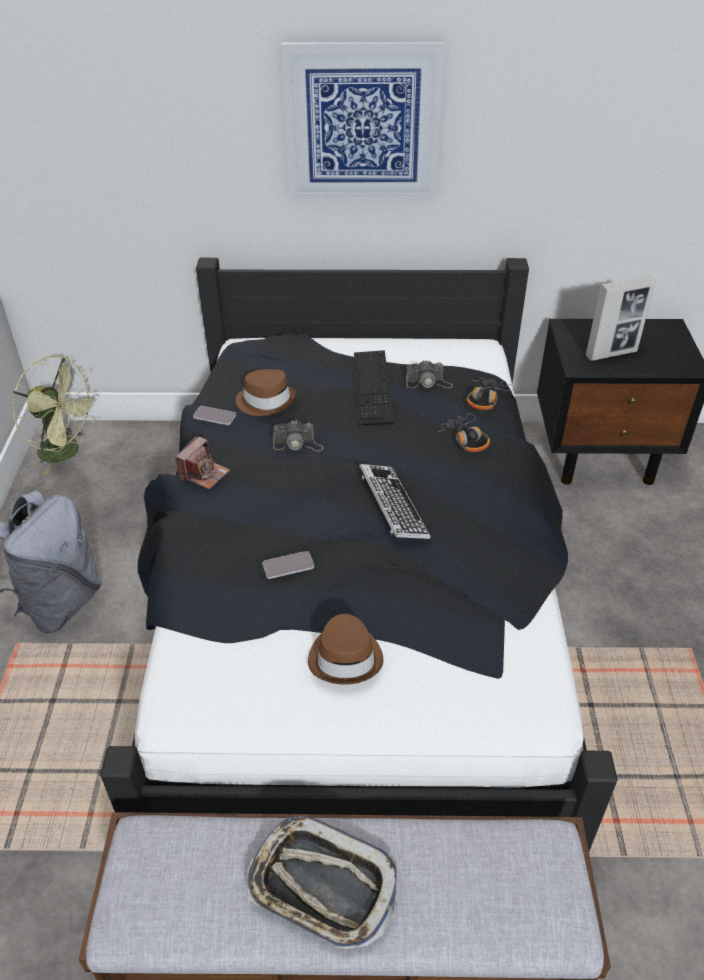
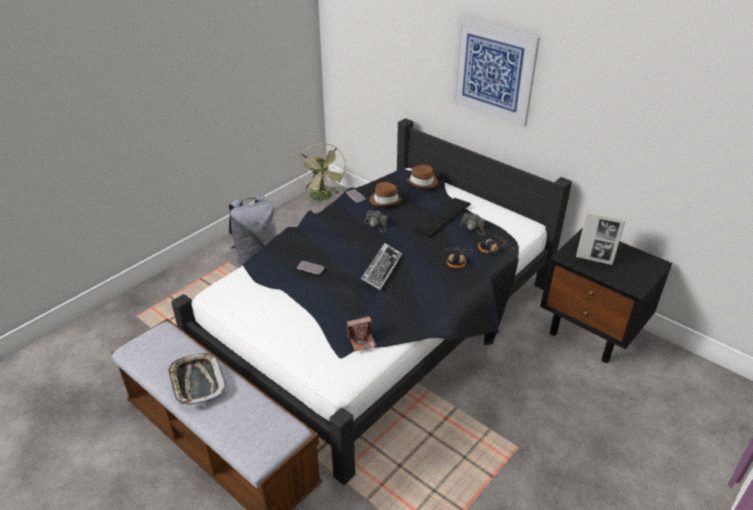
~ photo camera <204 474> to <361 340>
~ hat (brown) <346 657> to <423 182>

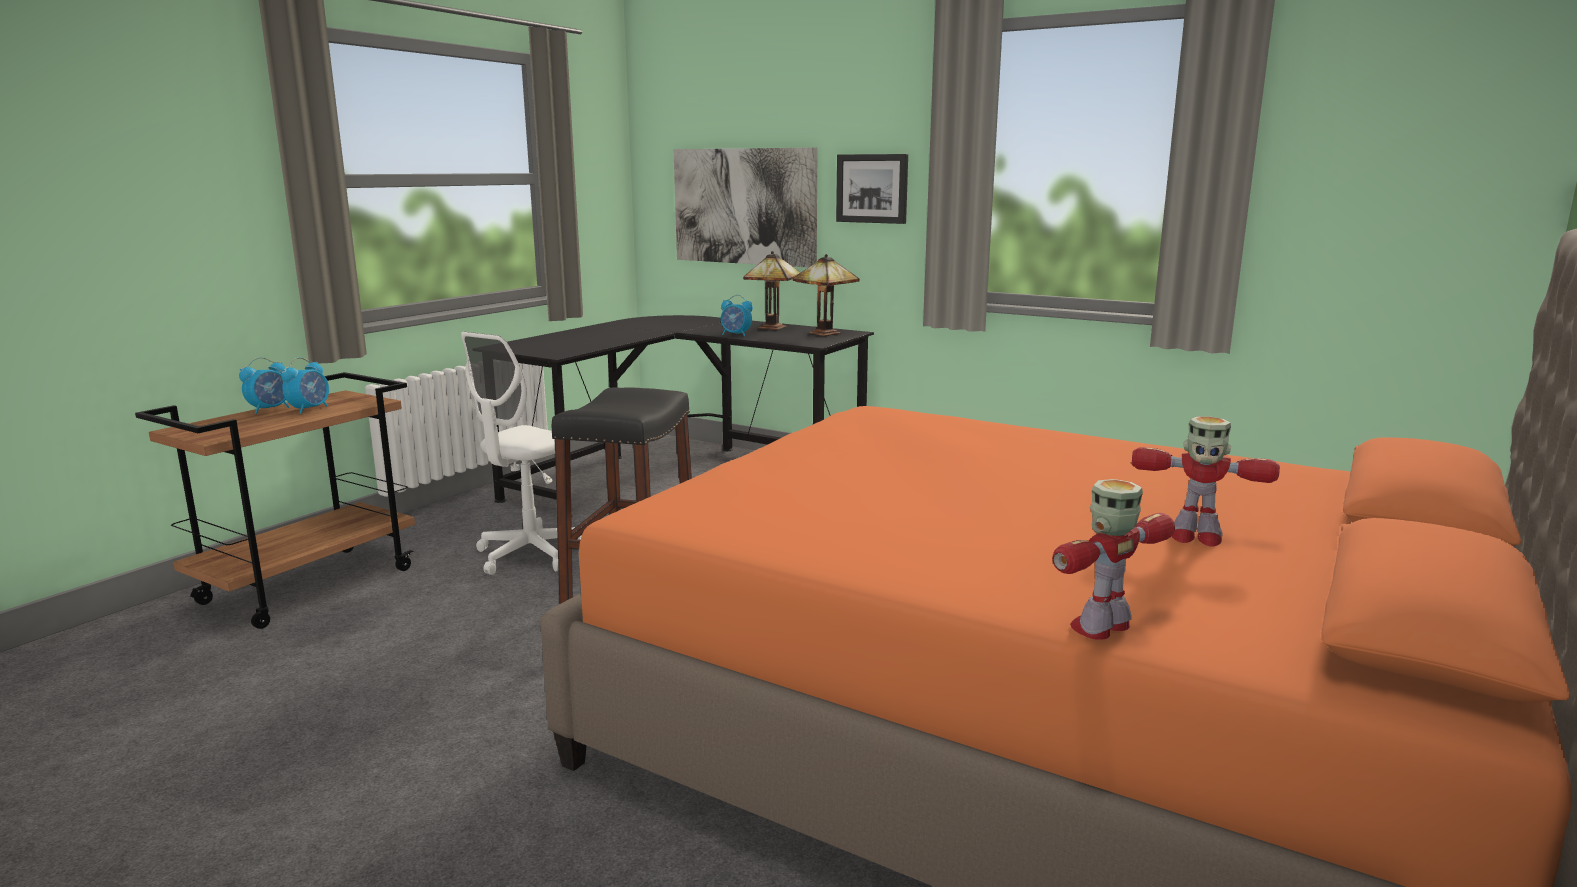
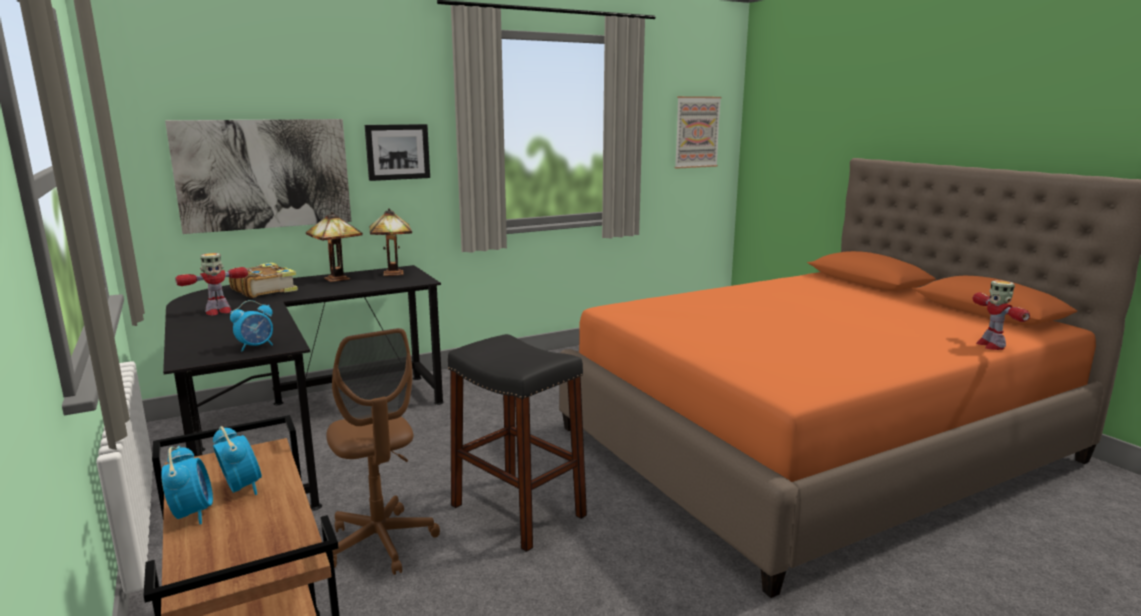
~ toy robot <1194 537> to <218 312>
+ book <264 290>
~ alarm clock <736 335> to <256 346>
~ office chair (white) <530 555> to office chair (brown) <381 543>
+ picture <696 132>

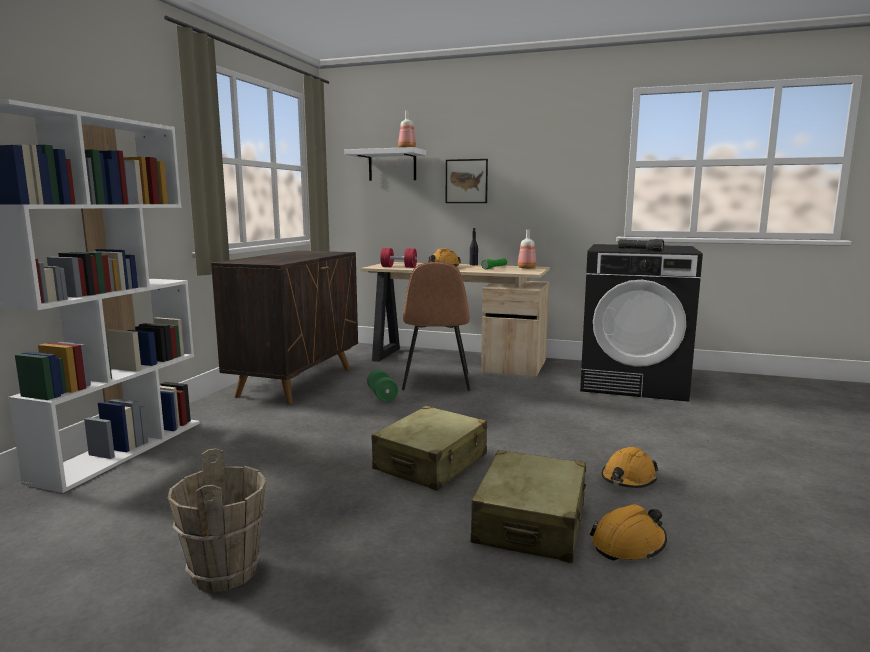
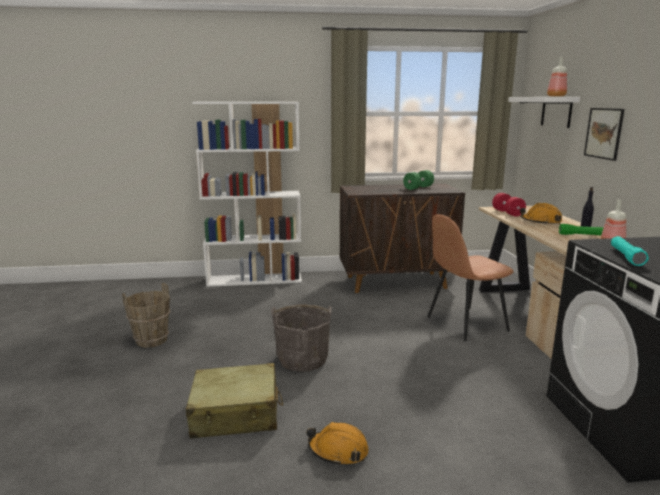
~ suitcase (beige) <431 463> to bucket (grey) <302 359>
~ dumbbell (green) <382 396> to <418 188>
~ flashlight (black) <640 250> to flashlight (turquoise) <626 257>
- hard hat (orange) <628 544>

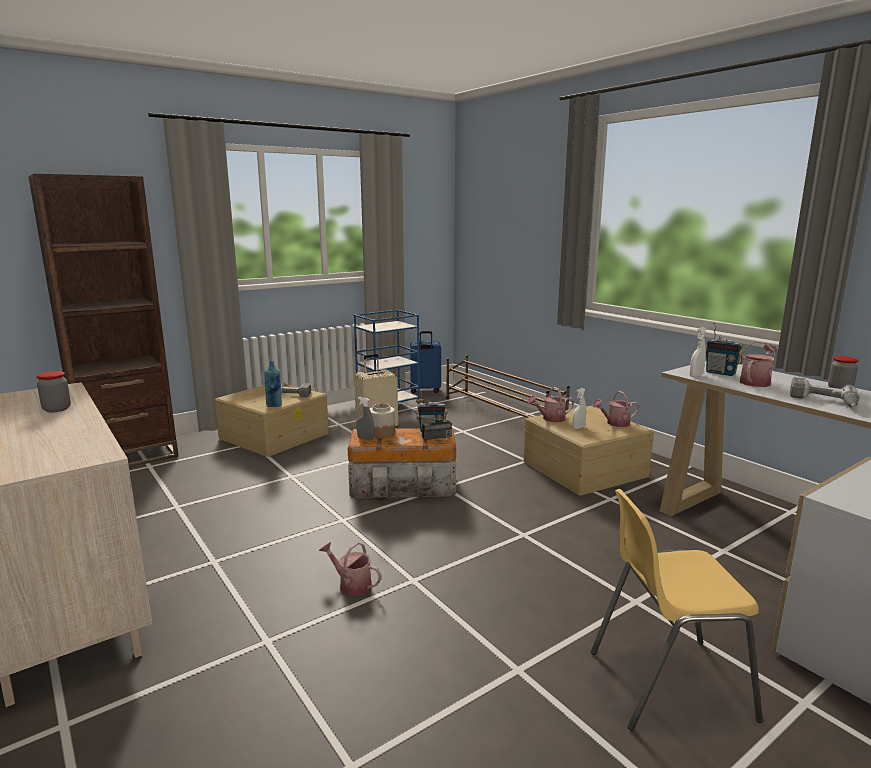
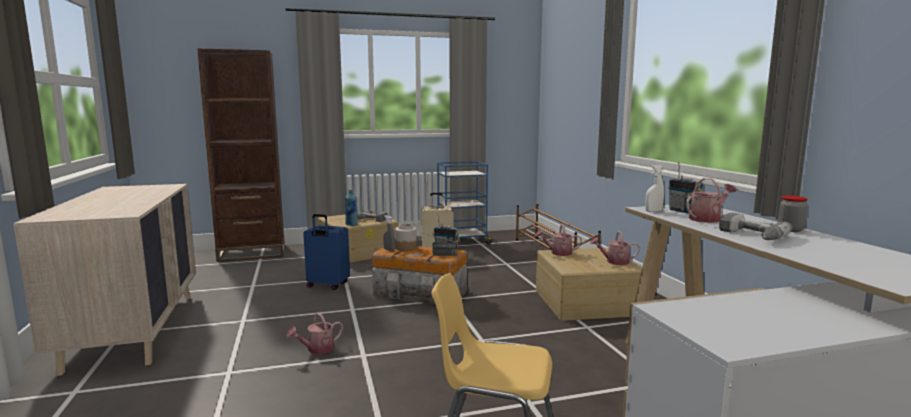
~ watering can <351 584> = <317 349> 90 degrees counterclockwise
~ suitcase (blue) <425 390> to <327 286>
- jar <57 409>
- spray bottle (white) <578 428>

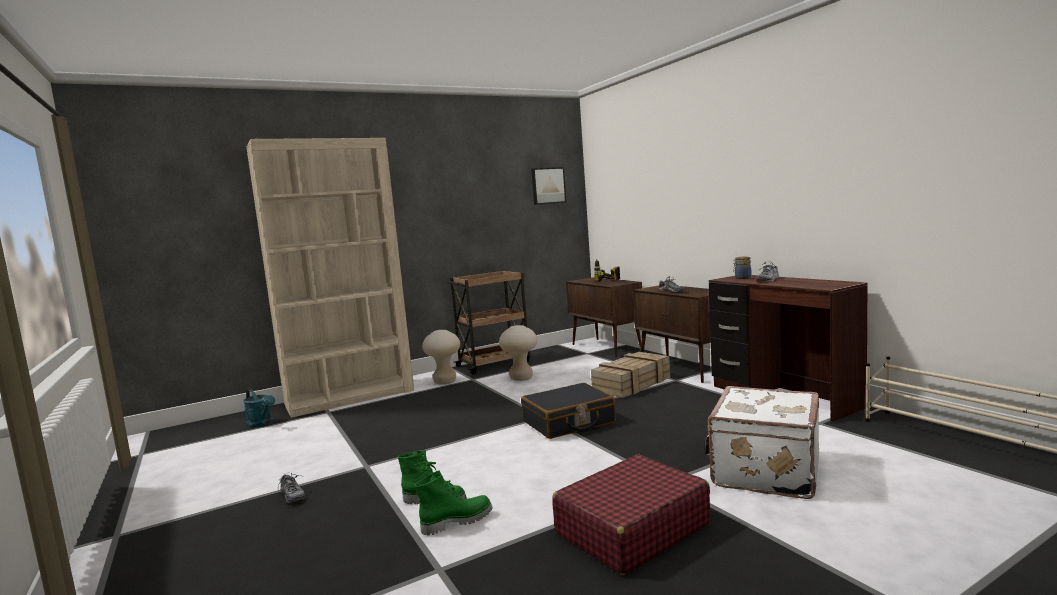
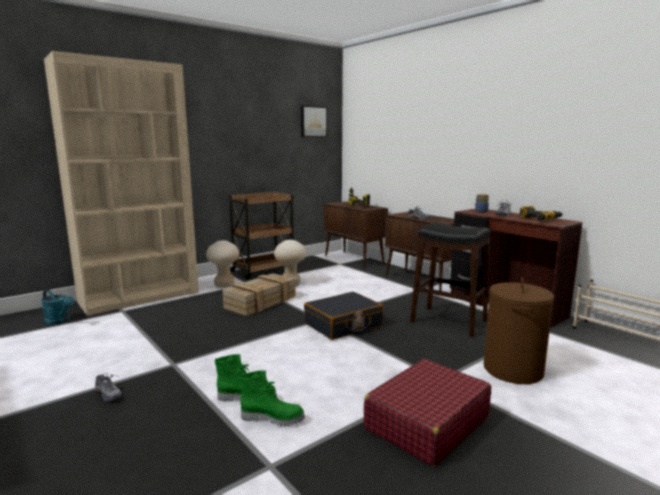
~ crate <632 383> to <261 302>
~ boot (green) <457 521> = <273 418> 45 degrees clockwise
+ stool (black) <448 321>
~ suitcase (white) <763 471> to laundry basket (brown) <513 370>
+ power drill <539 219>

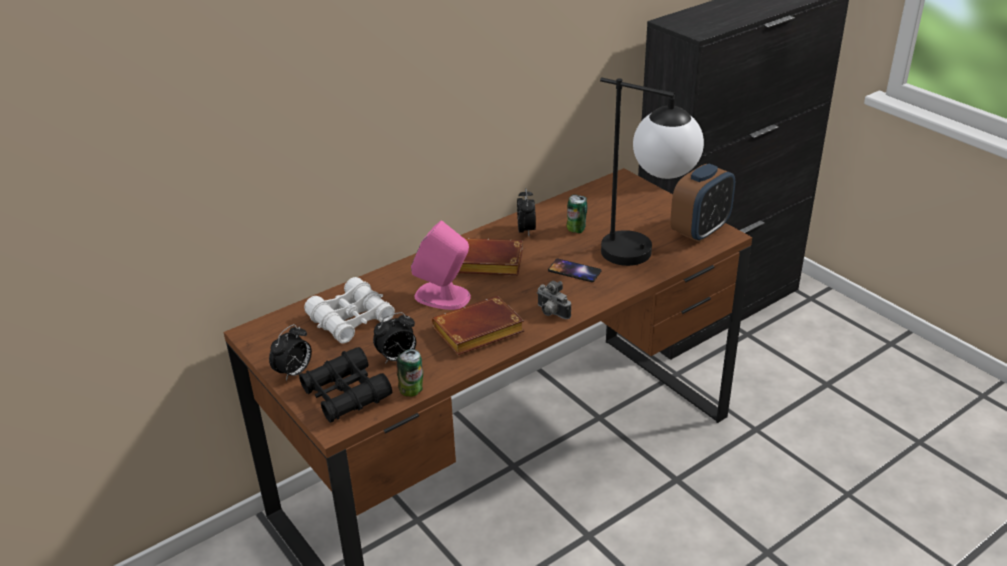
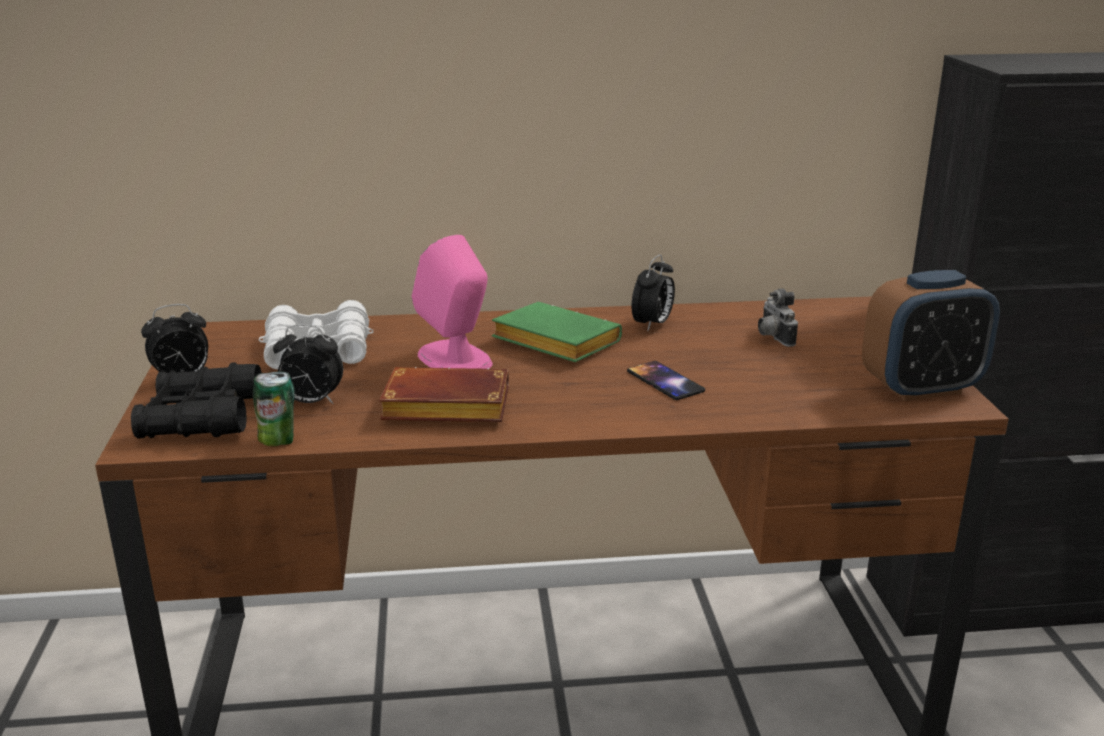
~ book (brown) <484 264> to book (green) <551 342>
~ photo camera <551 313> to <772 337>
- can <576 229>
- table lamp <645 257>

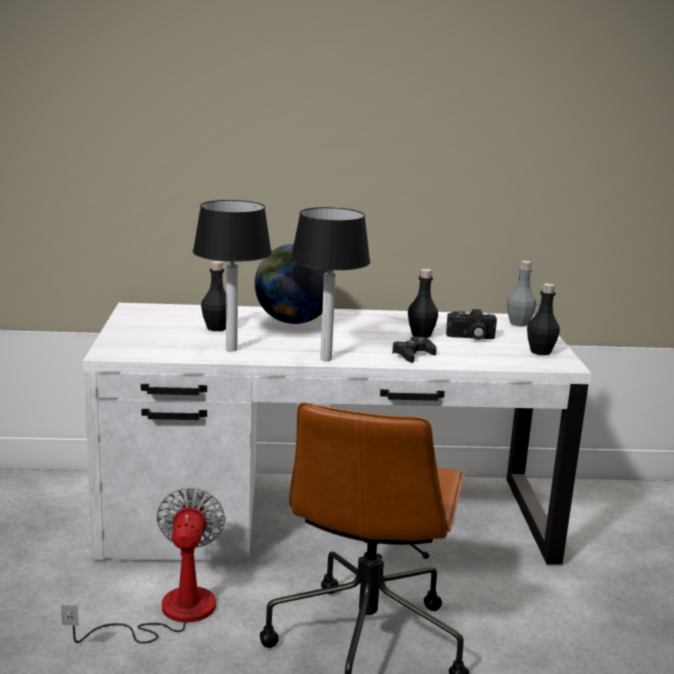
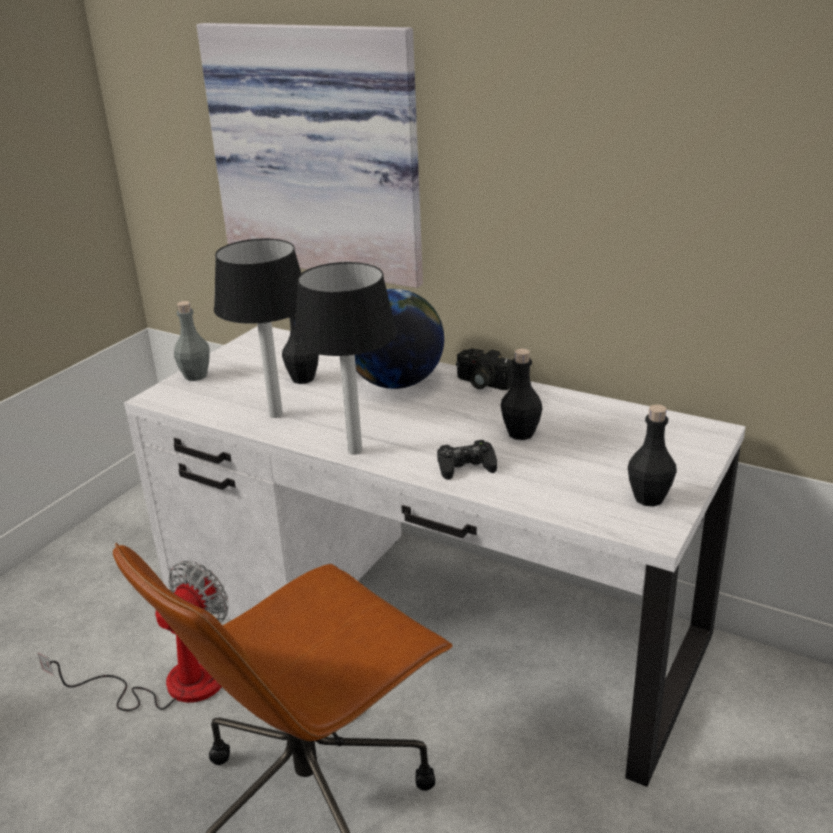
~ bottle (grey) <519 323> to <196 376>
+ picture <319 152>
~ photo camera <470 337> to <481 383>

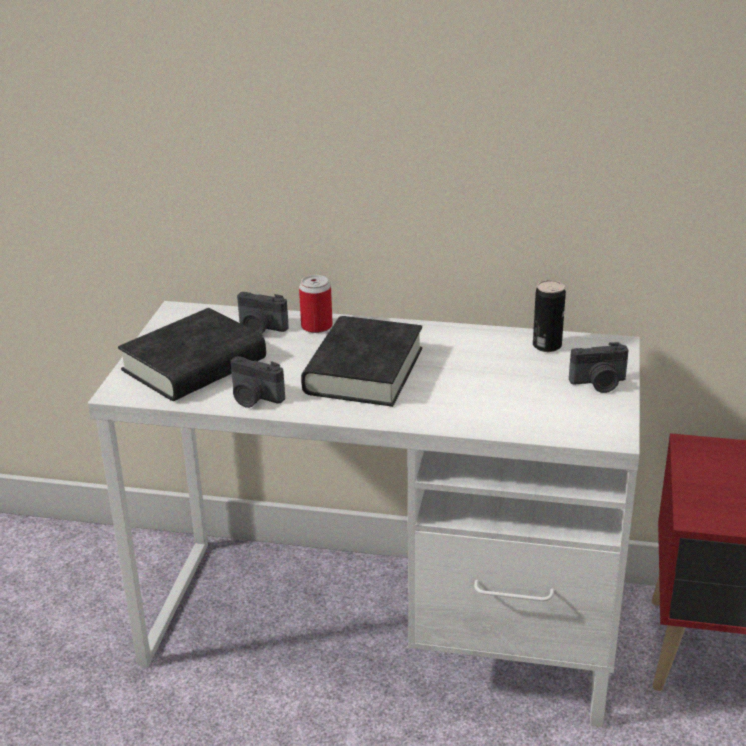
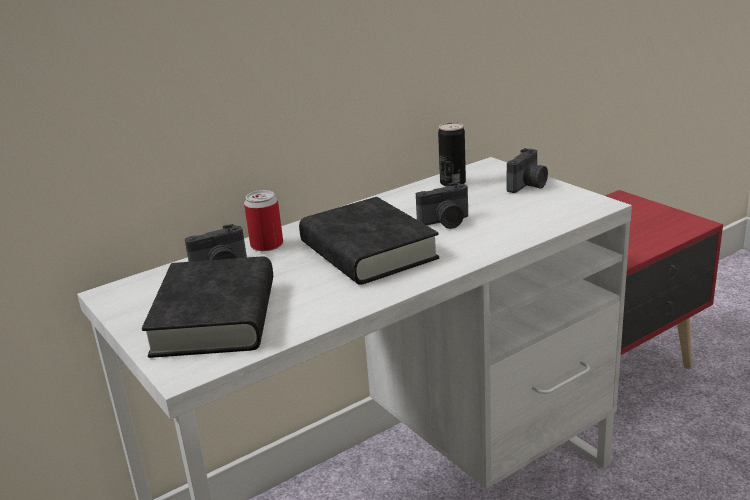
~ photo camera <254 398> to <445 222>

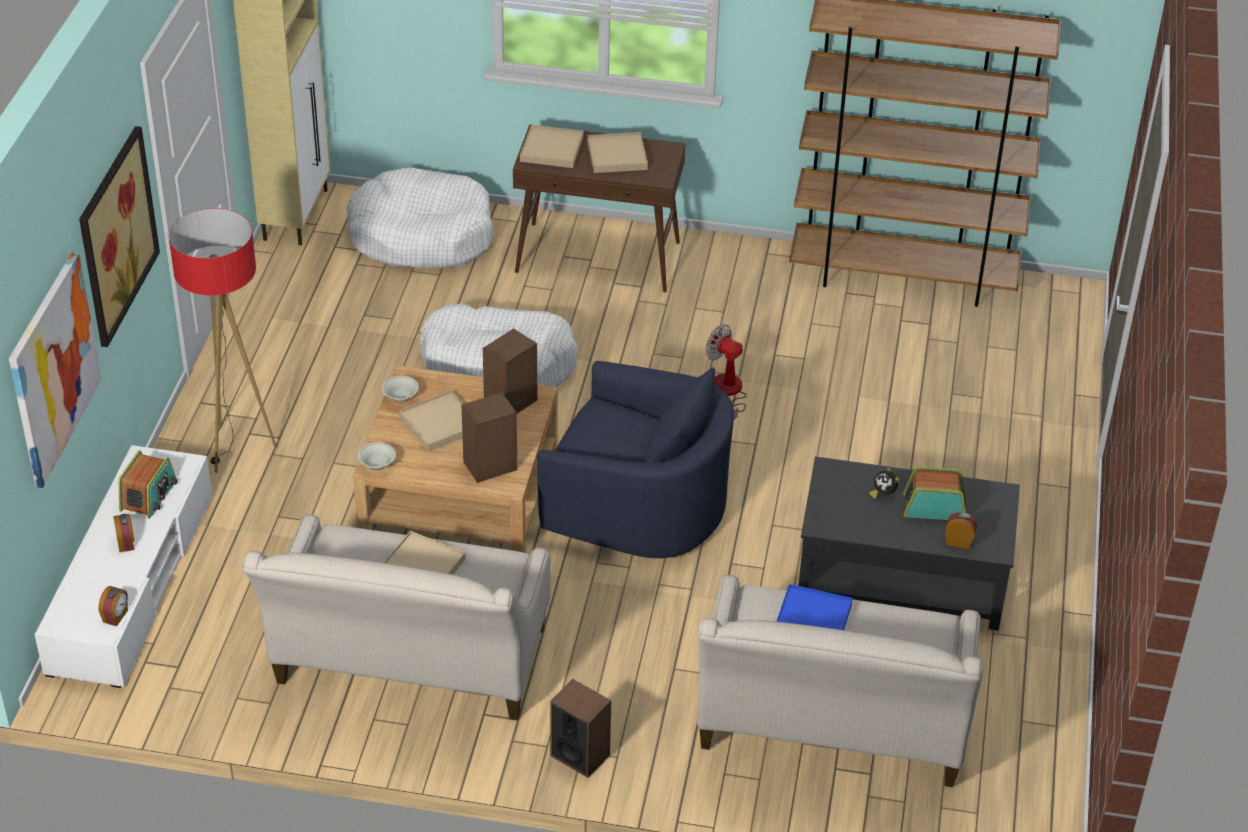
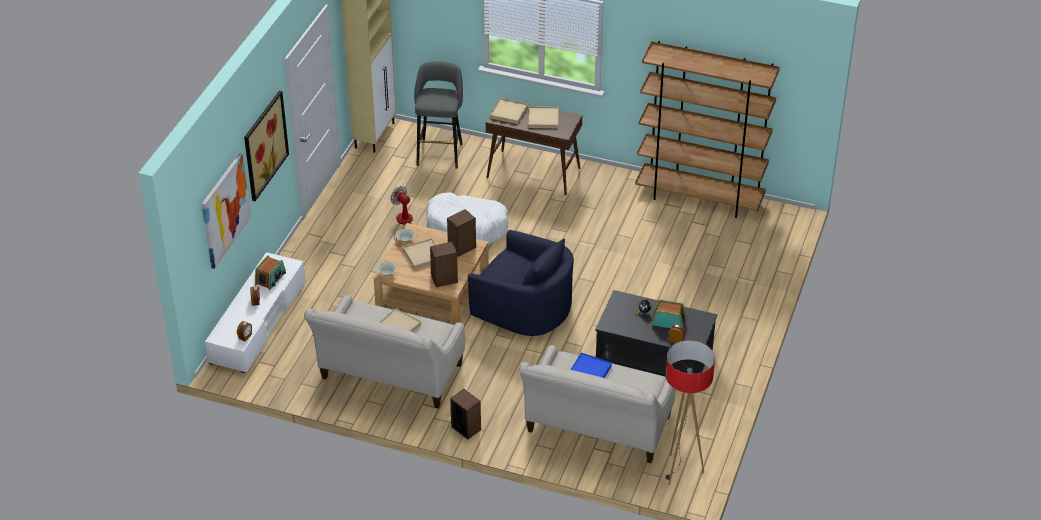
~ fan <727 393> to <403 223>
~ dog bed (white) <421 235> to stool (grey) <440 152>
~ floor lamp <237 449> to <680 471>

